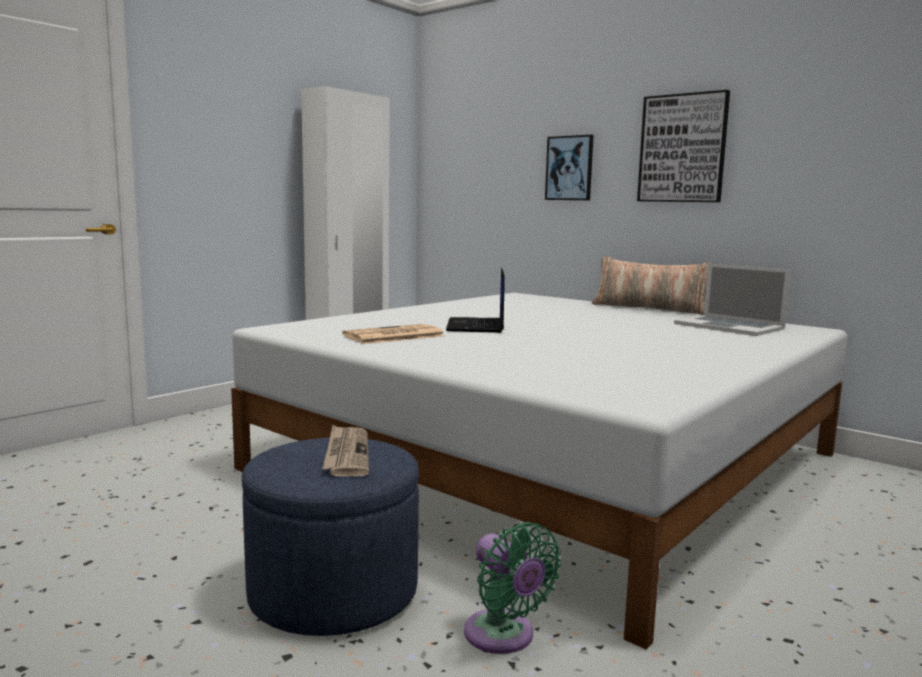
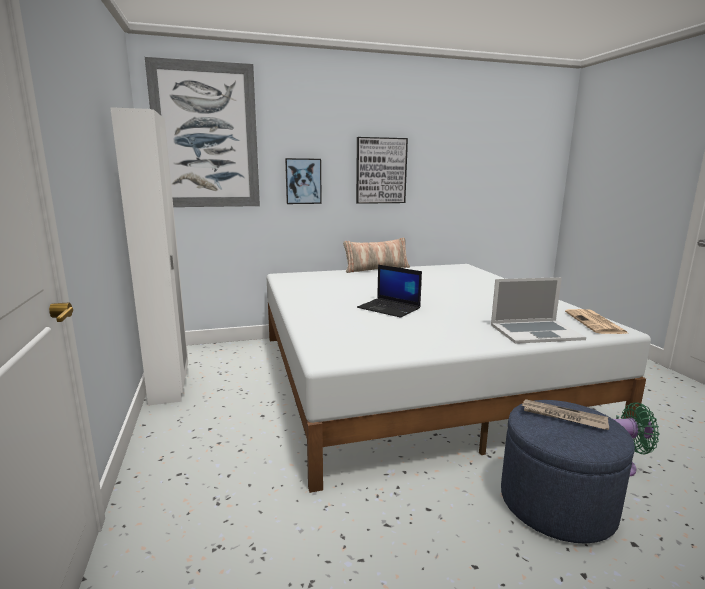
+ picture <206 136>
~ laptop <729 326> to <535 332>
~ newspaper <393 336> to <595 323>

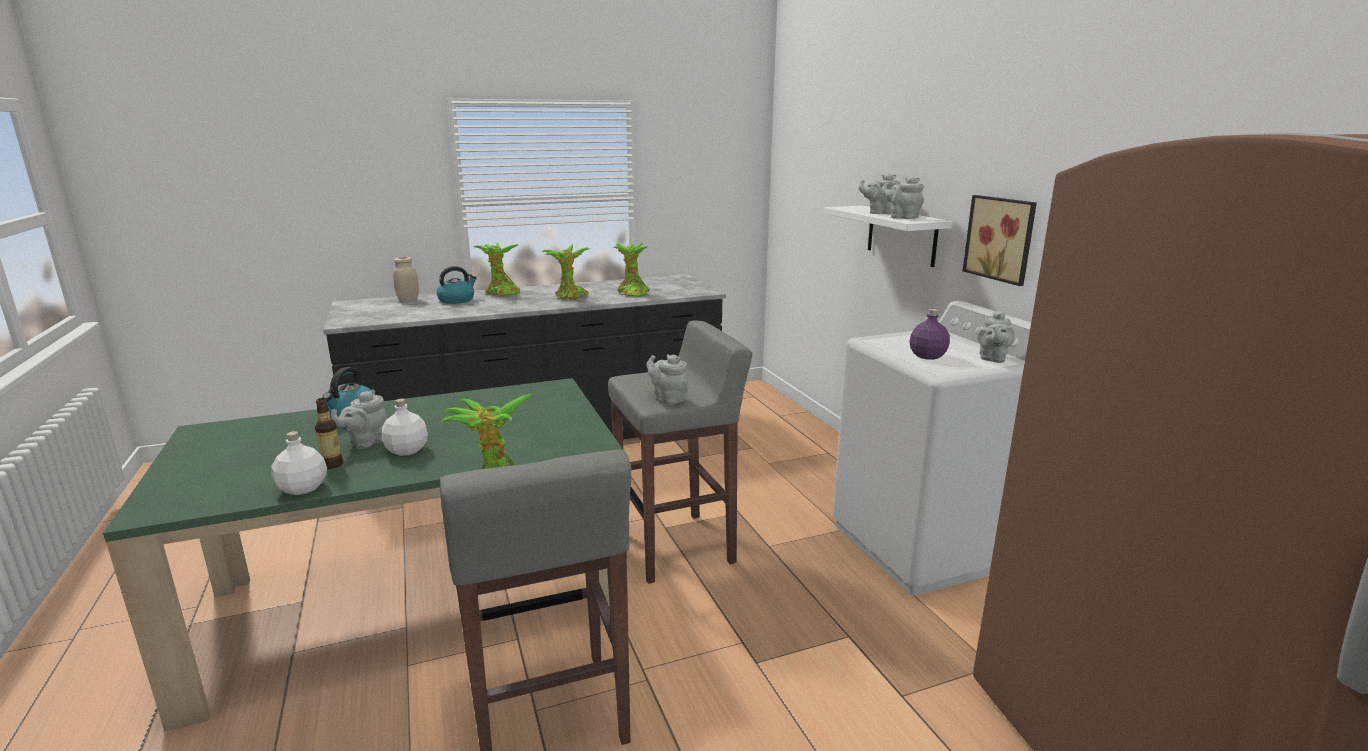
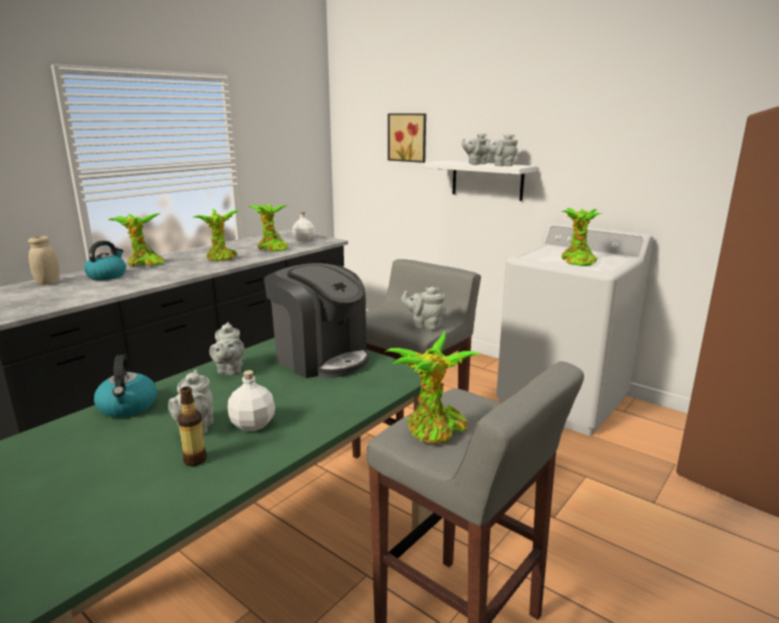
~ teapot (grey) <992 359> to <229 370>
+ coffee machine <321 357>
~ bottle (white) <303 488> to <304 239>
~ picture <1001 238> to <408 137>
~ bottle (purple) <927 356> to potted plant <577 261>

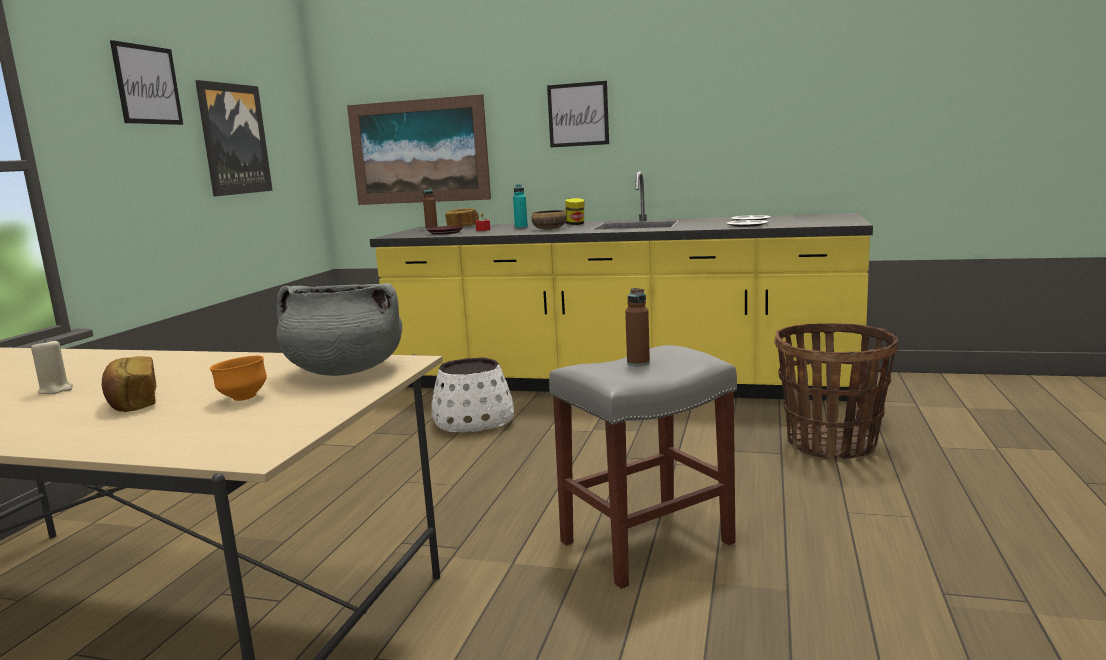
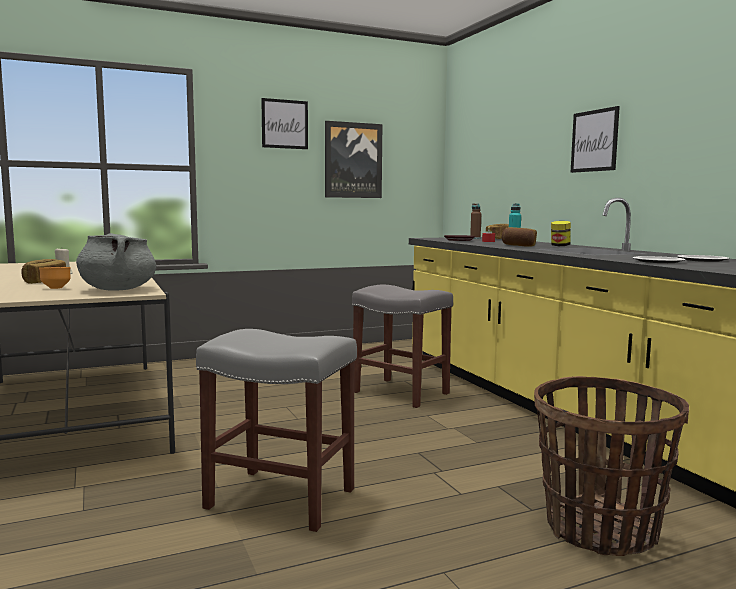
~ planter (white) <473 421> to stool (grey) <402 393>
~ bowl <549 229> to bread <519 245>
- picture <419 151>
- bottle (brown) <638 363>

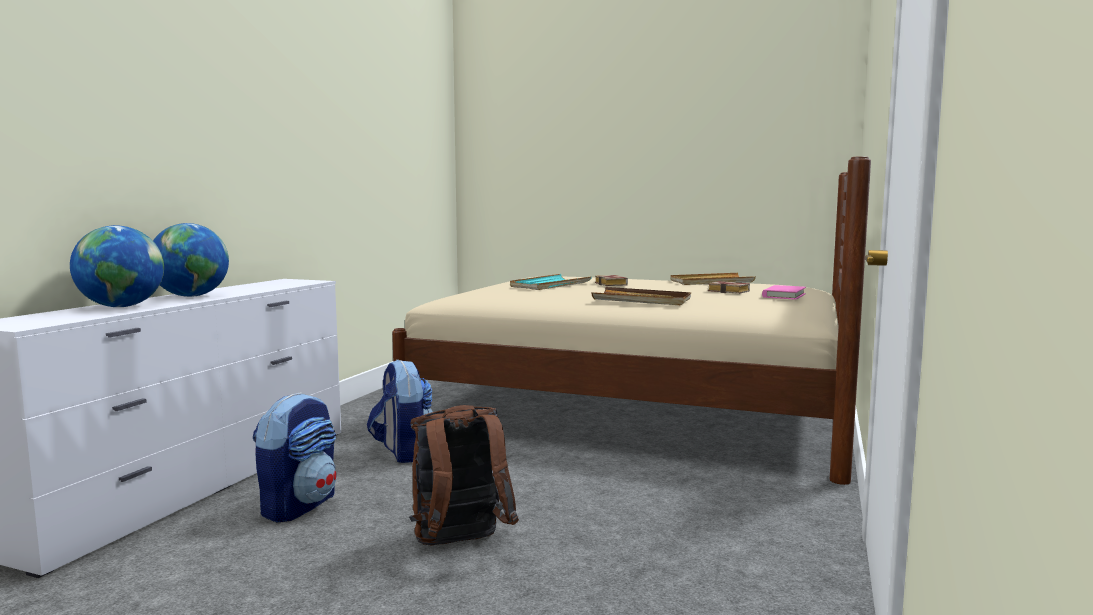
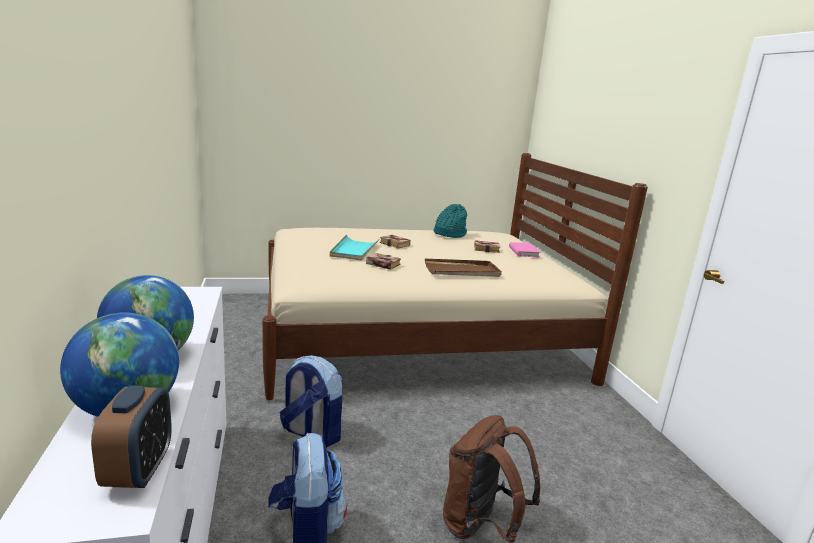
+ alarm clock <139 471>
+ book <381 264>
~ tray (beige) <711 282> to hat (turquoise) <449 234>

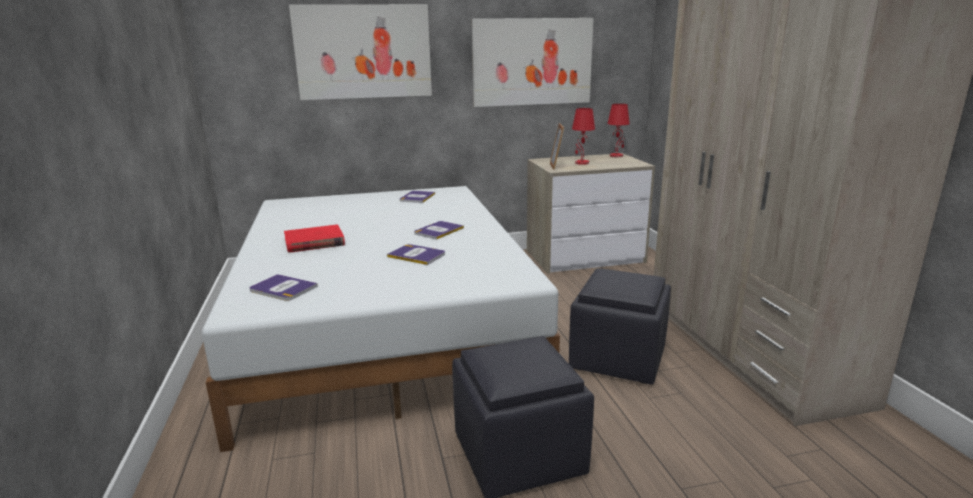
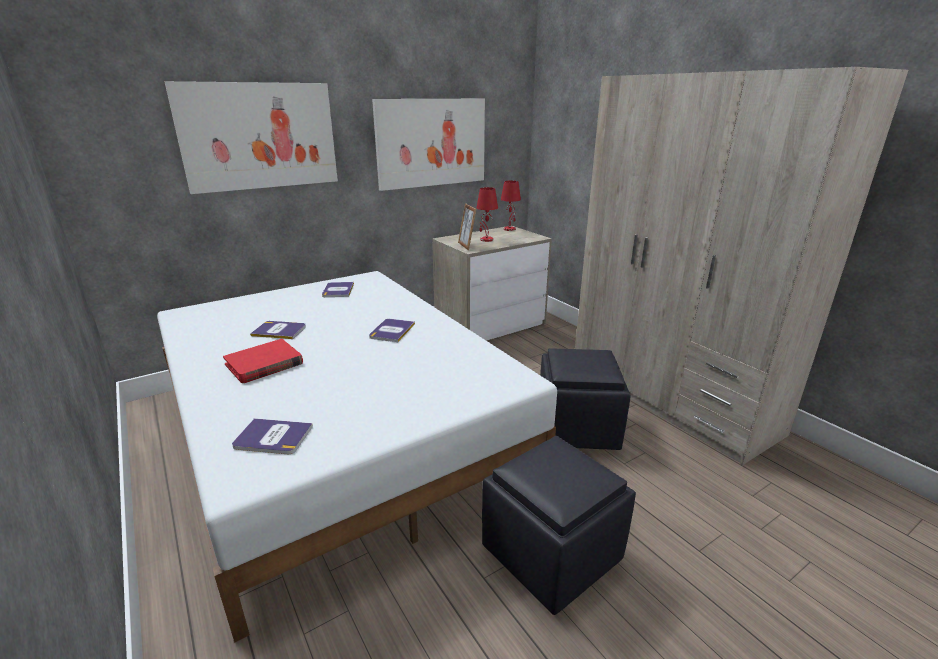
~ book <417 255> to <279 331>

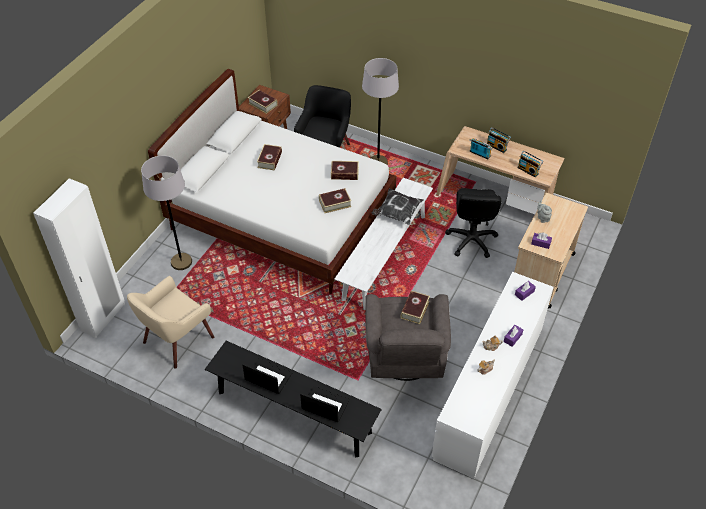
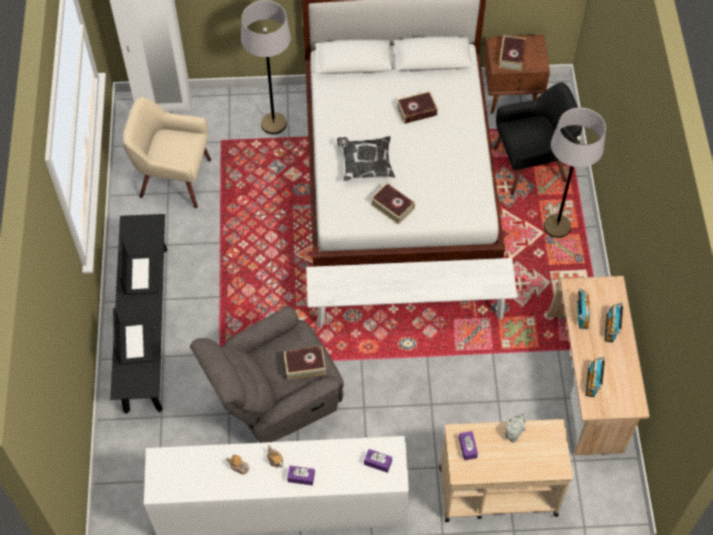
~ pillow <397 213> to <365 165>
- book <344 173>
- office chair (black) <471 240>

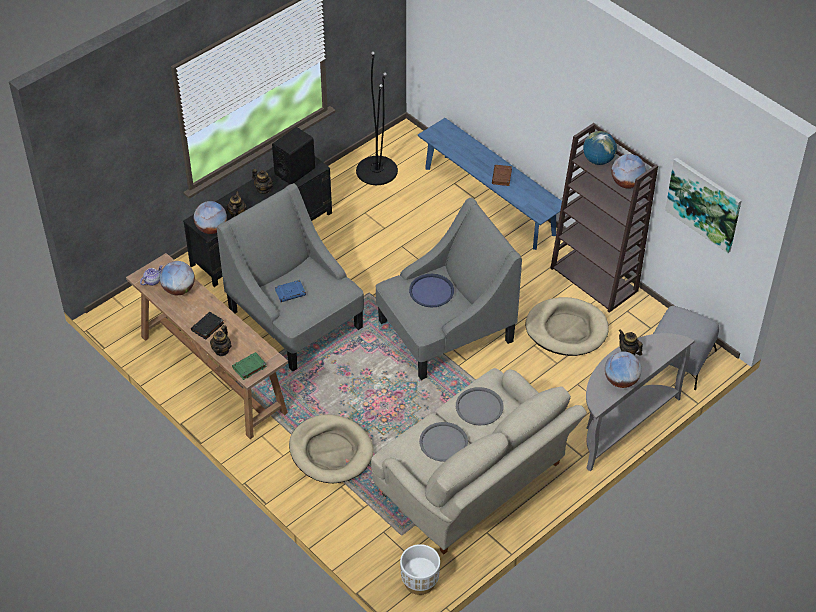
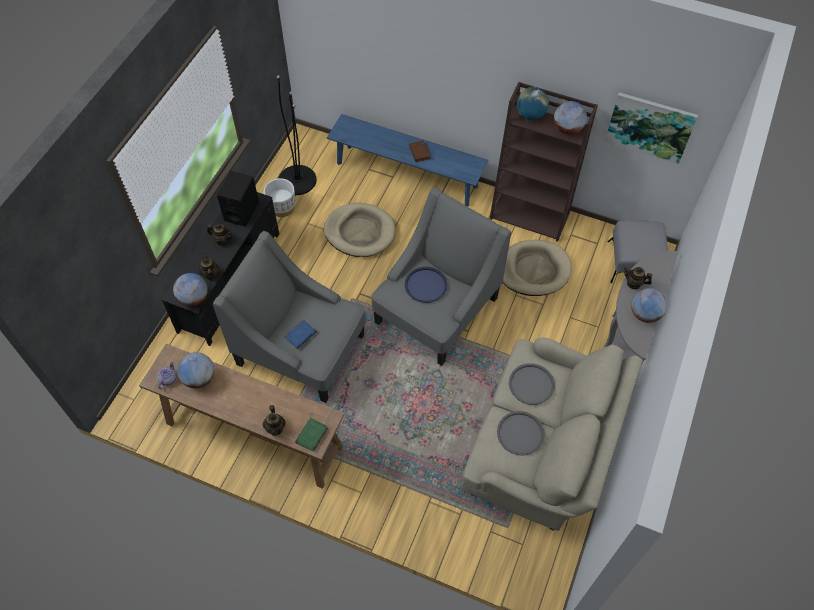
~ planter (white) <419 581> to <282 208>
~ dog bed (beige) <331 451> to <360 232>
- book (black) <207 327>

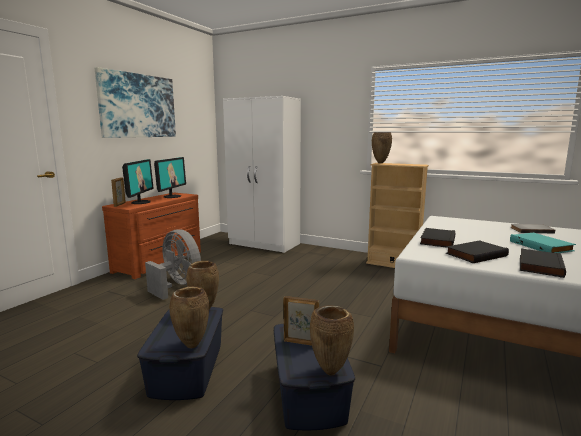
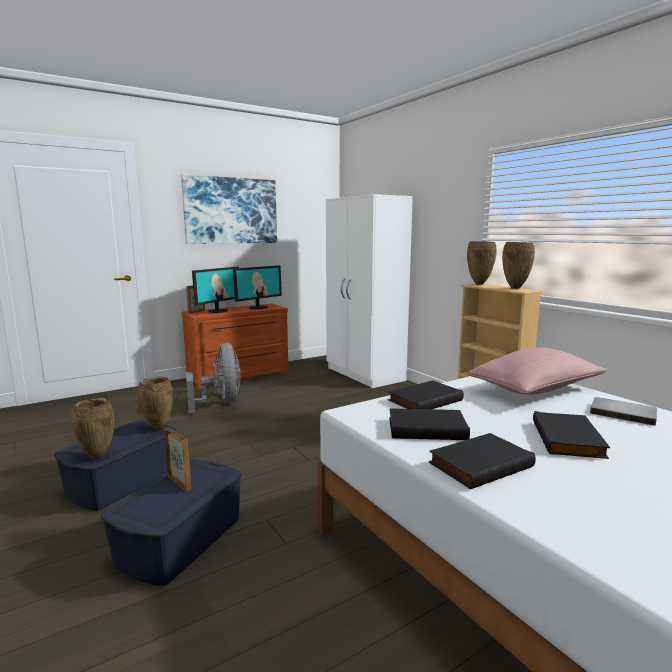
+ pillow (pink) <536 390>
~ vase (brown) <331 371> to <515 288>
~ book (turquoise) <542 246> to book (black) <569 439>

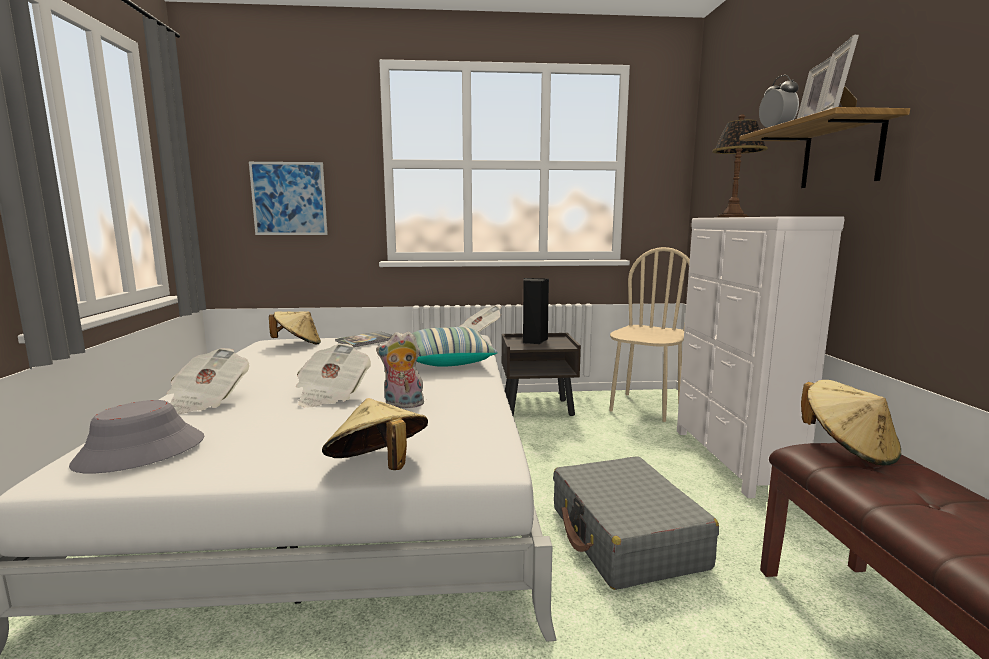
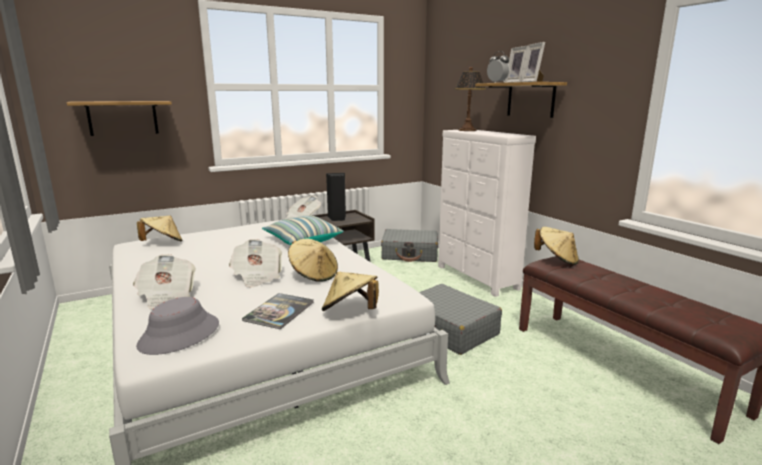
~ picture <289 199> to shelf <123 118>
~ book <366 340> to <279 311>
~ plush toy <403 405> to hat (beige) <314 275>
~ chair (beige) <645 407> to suitcase (grey) <410 254>

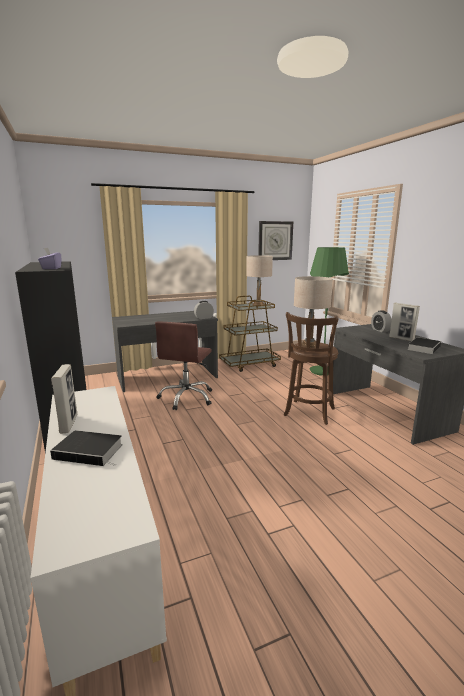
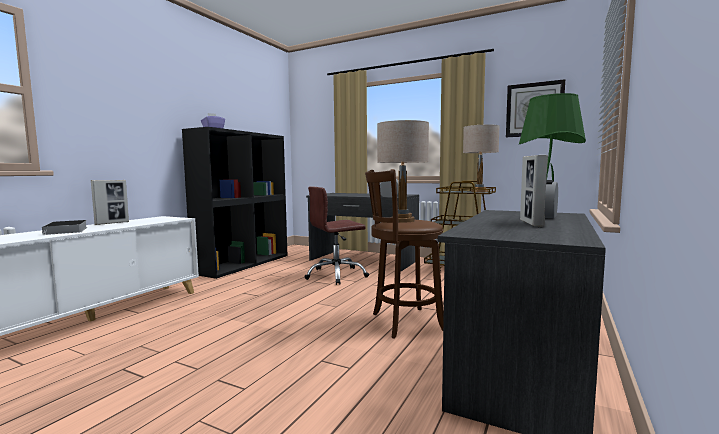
- book <424 347>

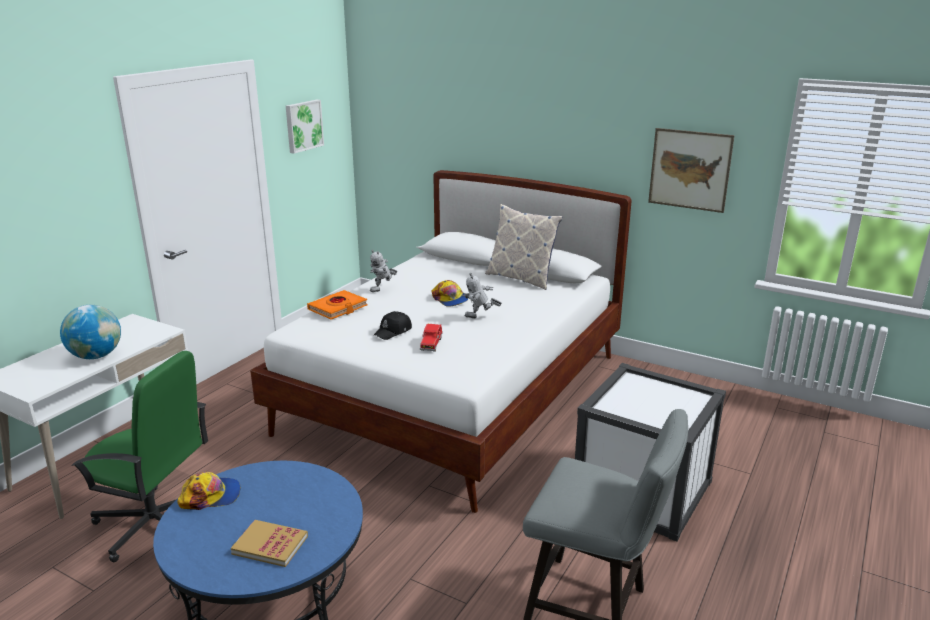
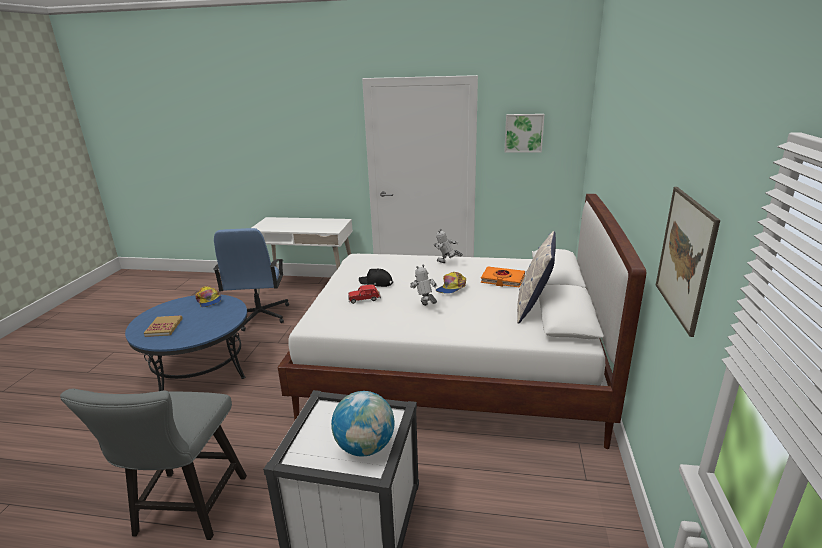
~ office chair (green) <155 523> to office chair (blue) <259 316>
~ globe <96 356> to <365 447>
~ book (orange) <338 308> to <502 280>

